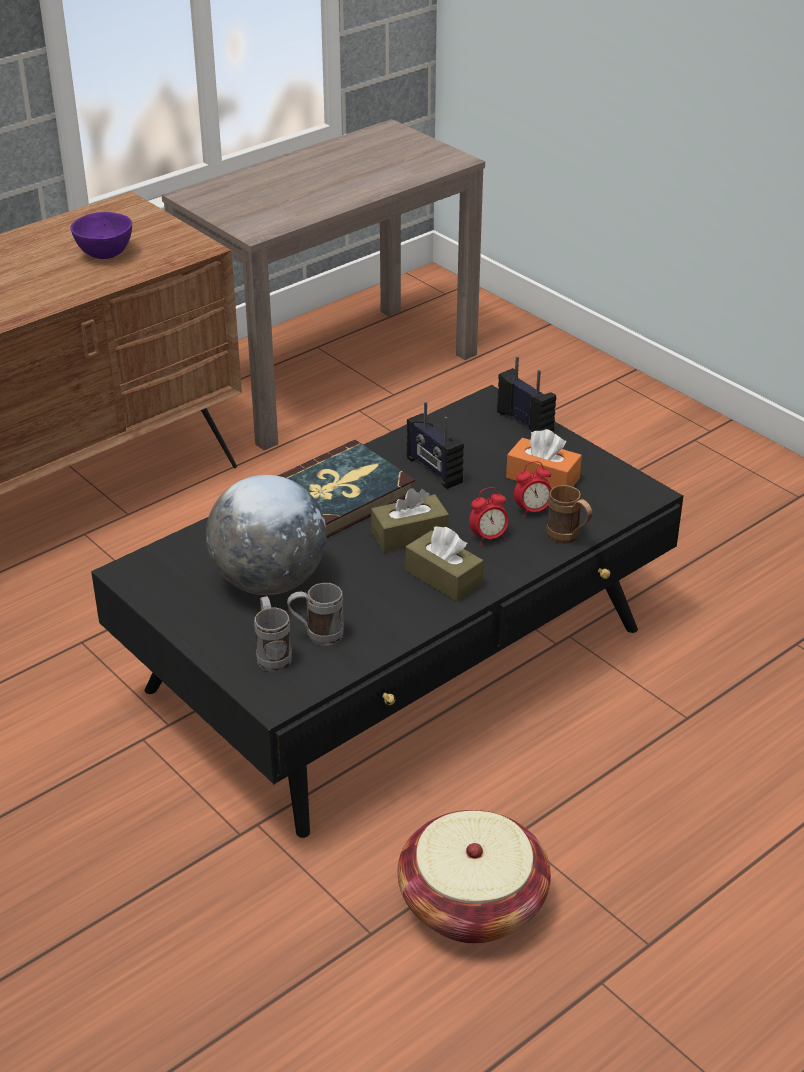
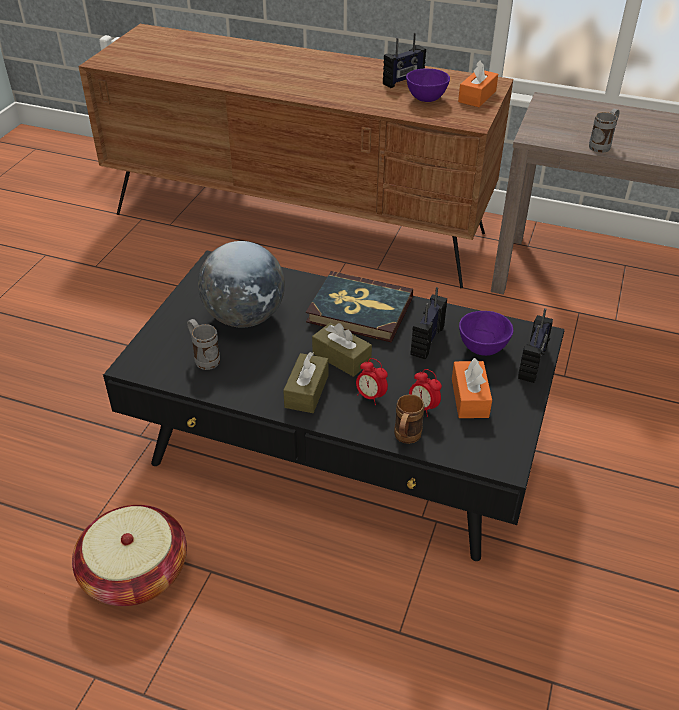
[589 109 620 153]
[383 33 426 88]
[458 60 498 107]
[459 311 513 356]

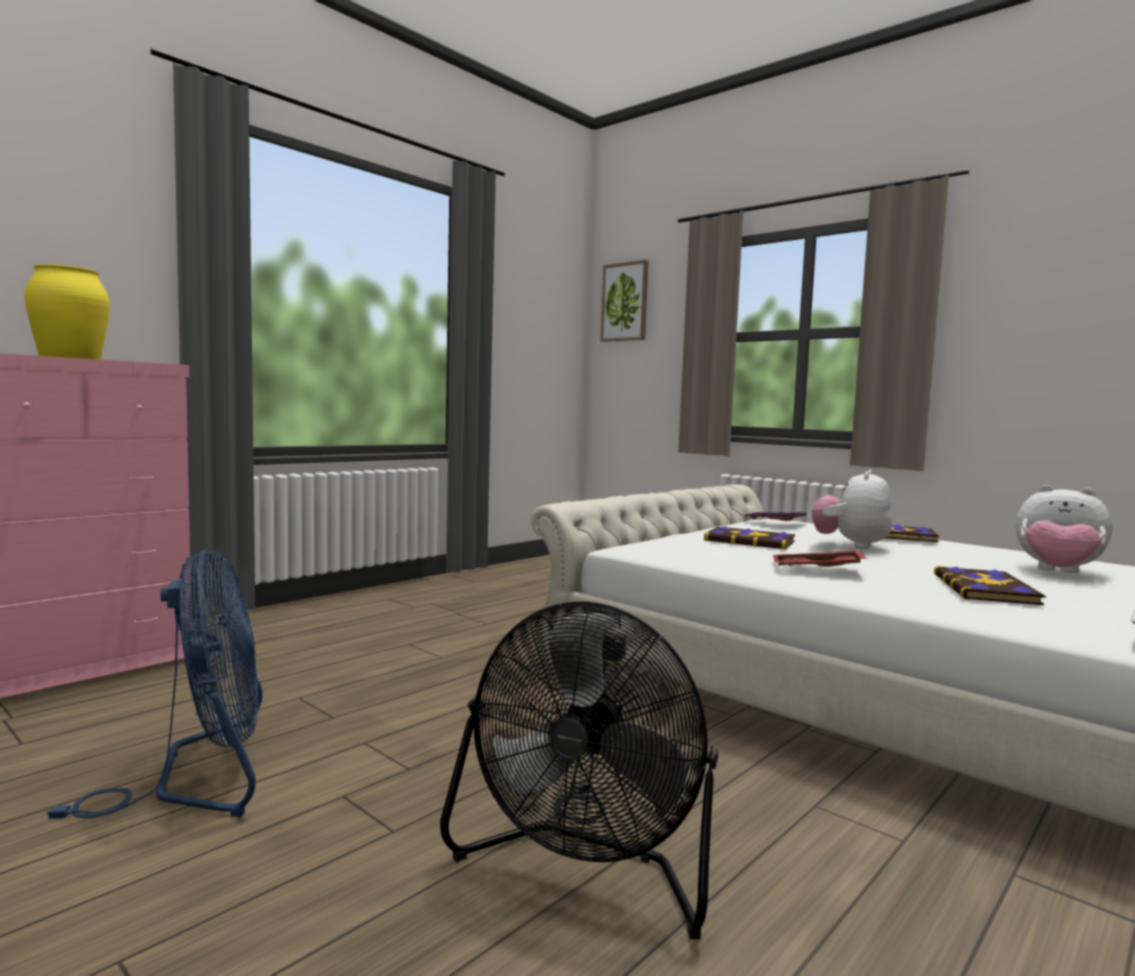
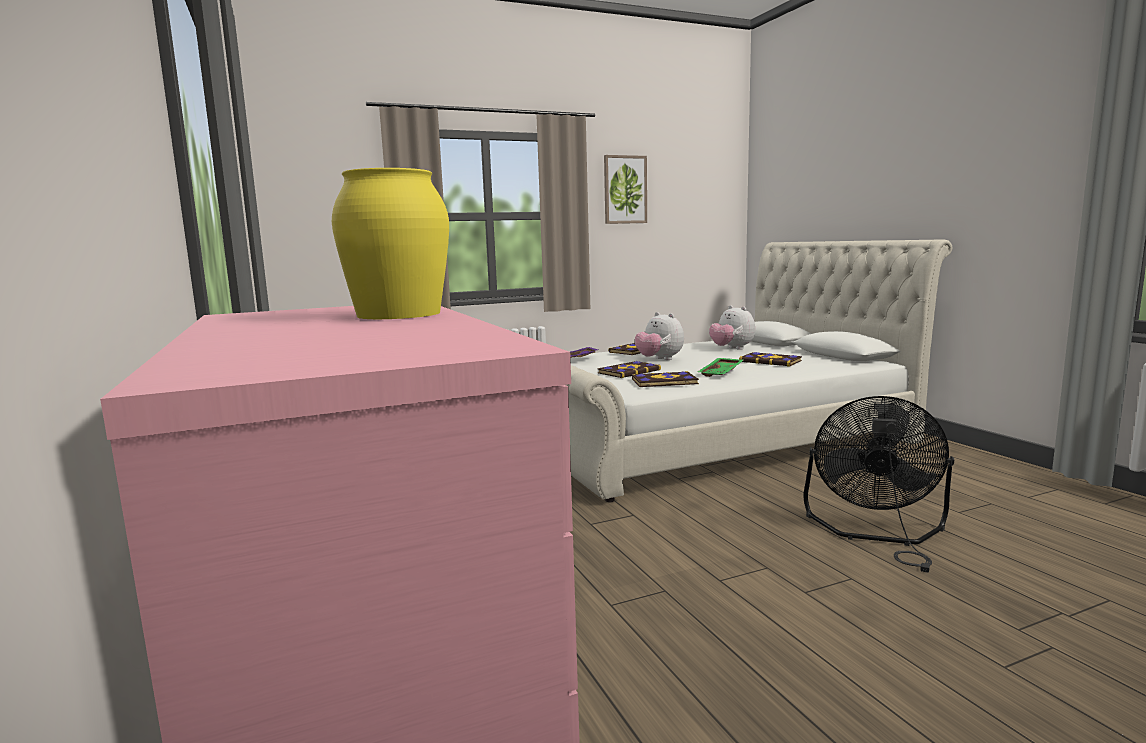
[45 550 263 818] (first image)
[803 396 954 573]
[604 155 647 224]
[698 358 743 377]
[709 305 755 350]
[632 371 699 387]

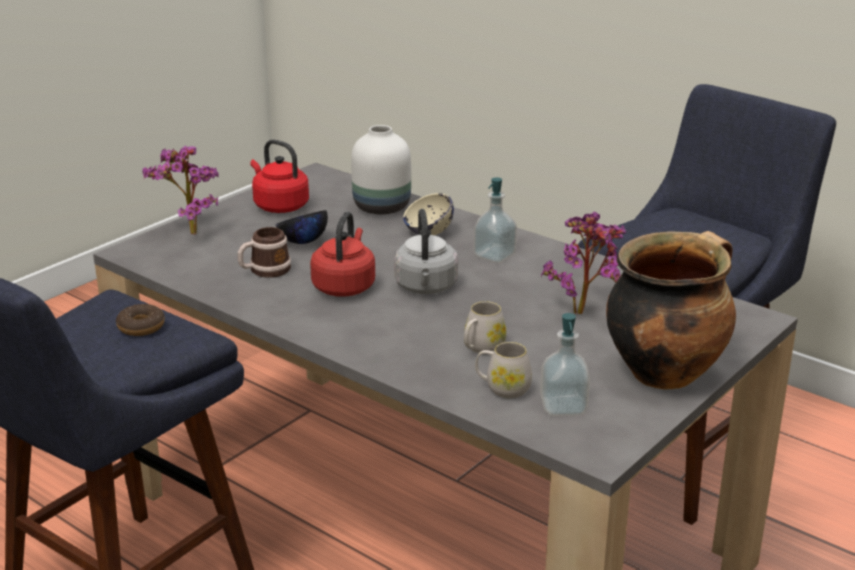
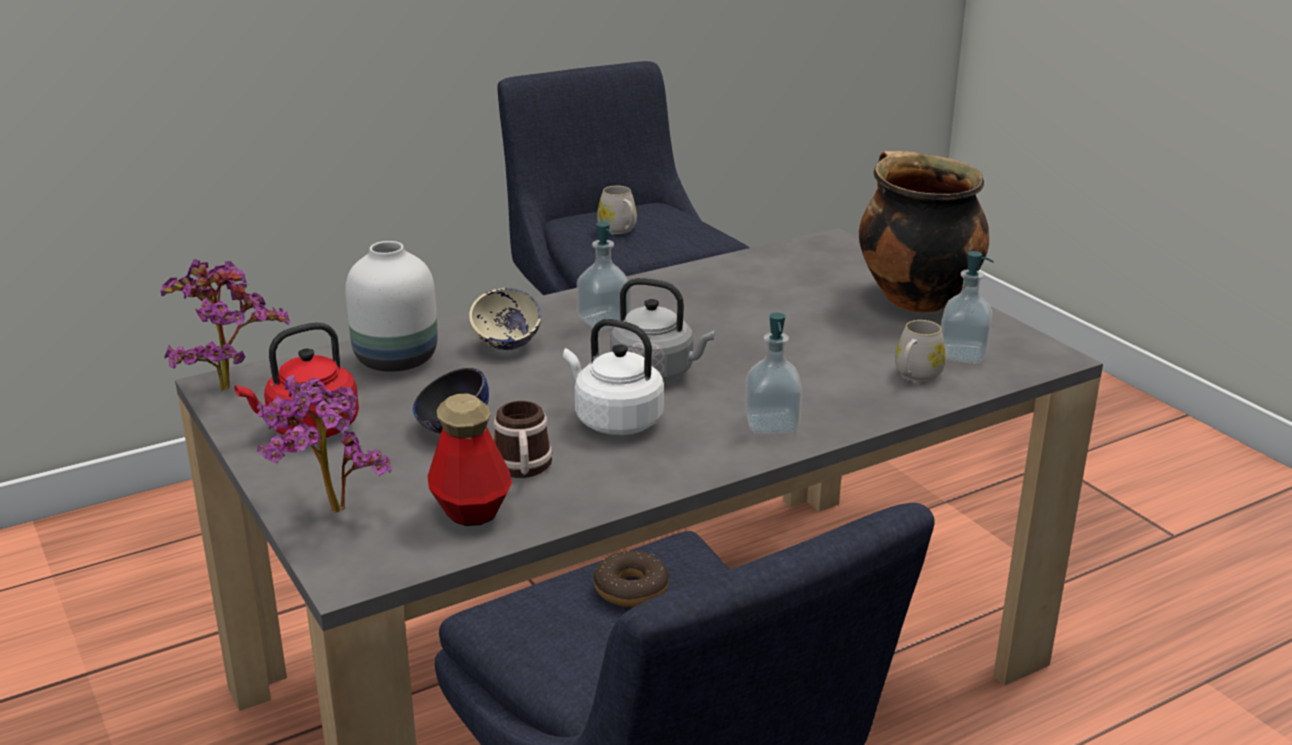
[563 319 664 435]
[597 186 637 234]
[161 259 290 392]
[427 393 512 526]
[745 313 802 435]

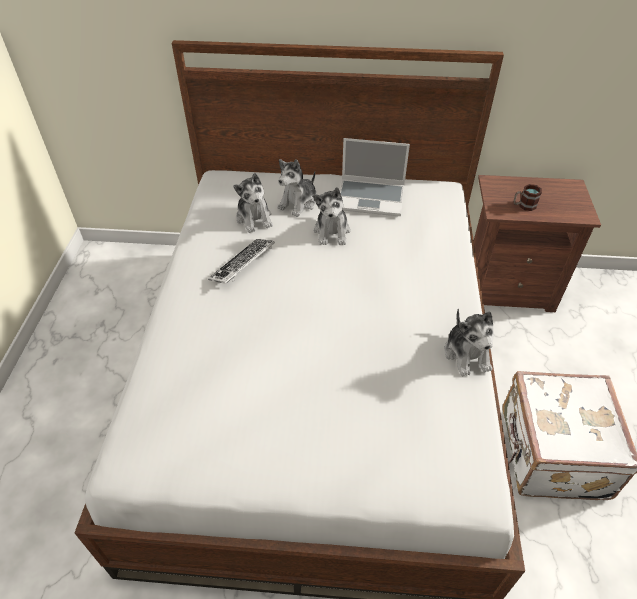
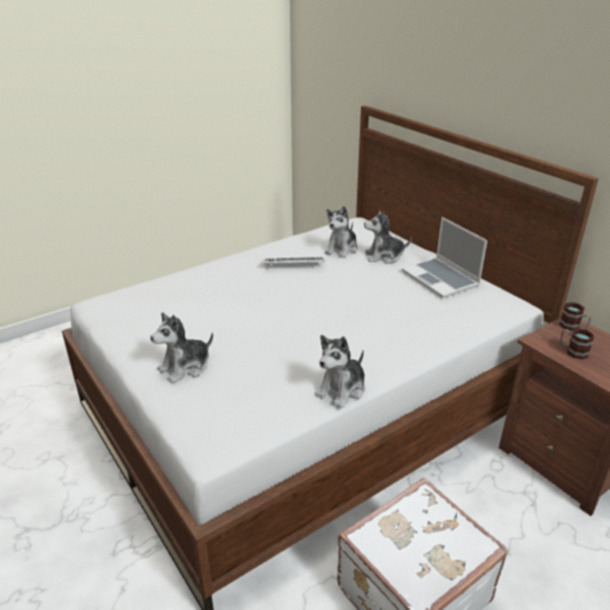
[150 312 213 383]
[559 302 591 331]

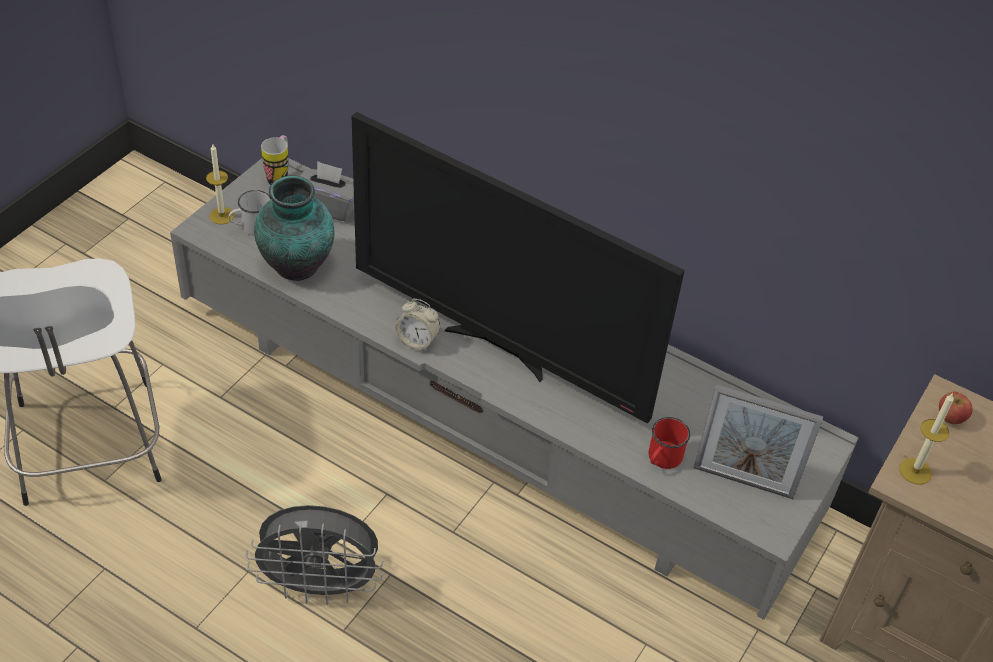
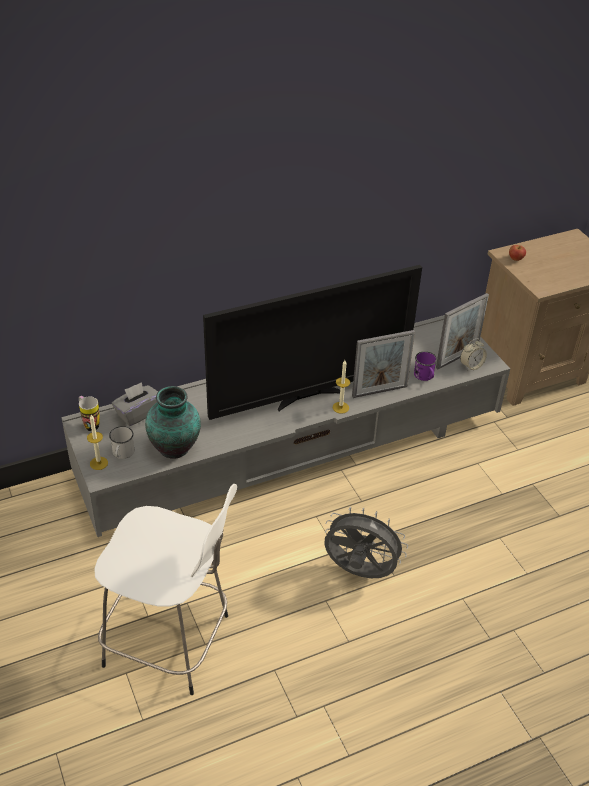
[324 507 408 578]
[460 338 487 371]
[414 351 437 381]
[333 360 350 414]
[352 330 415 398]

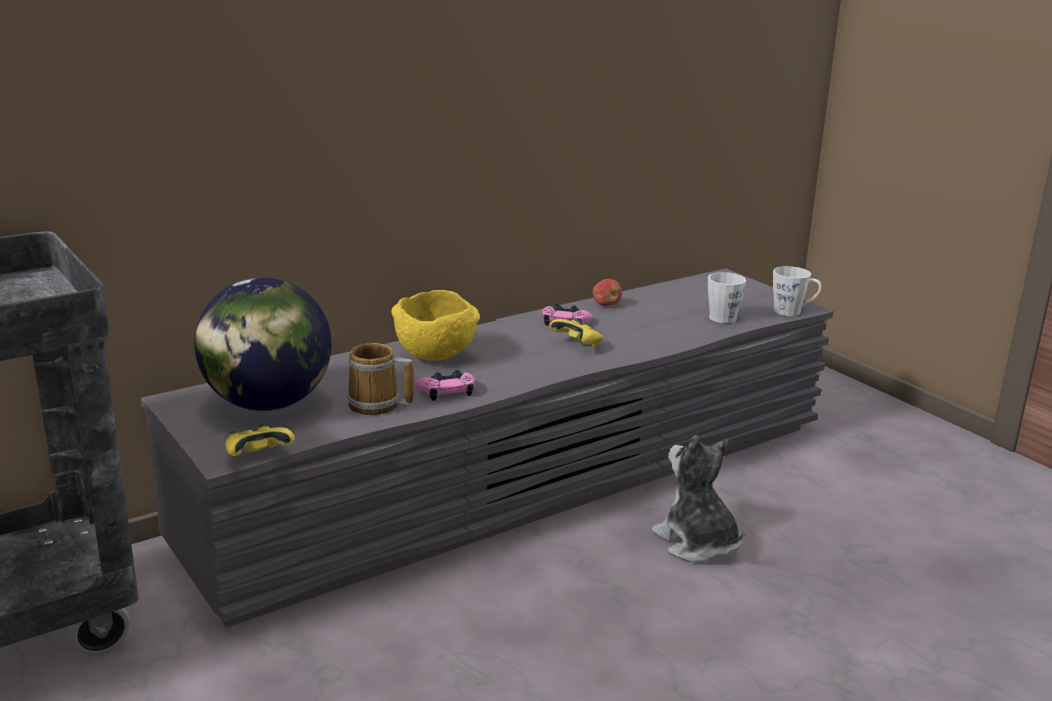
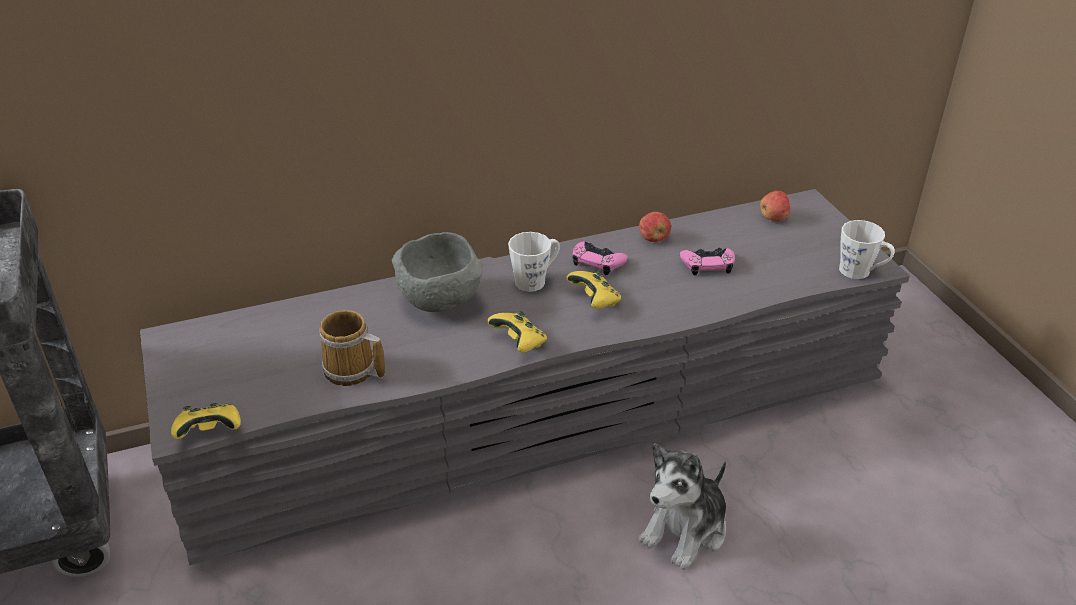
[195 277 332 411] (first image)
[392 232 483 312]
[680 248 735 275]
[638 443 726 570]
[508 232 560 292]
[487 311 547 353]
[760 191 791 221]

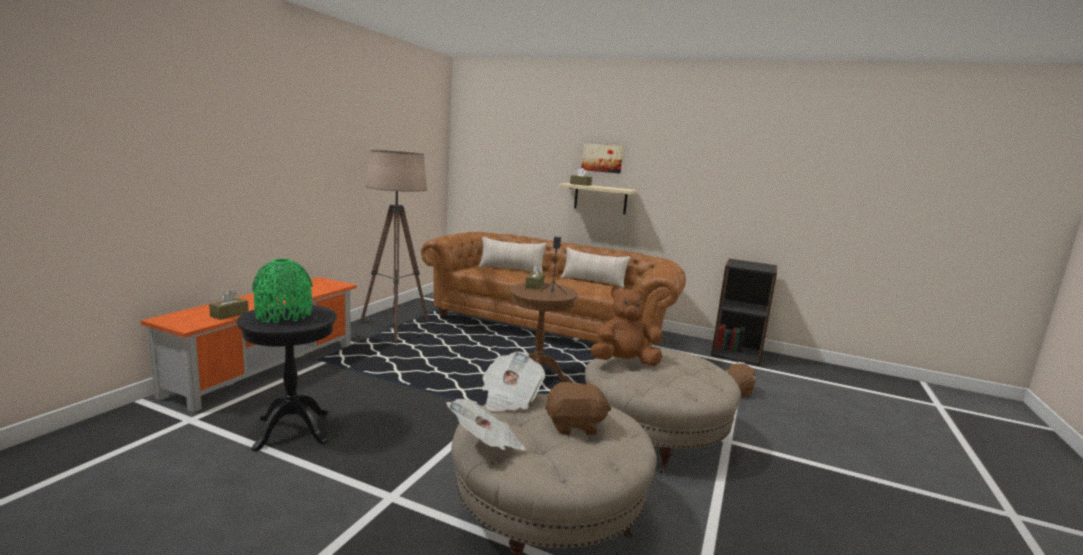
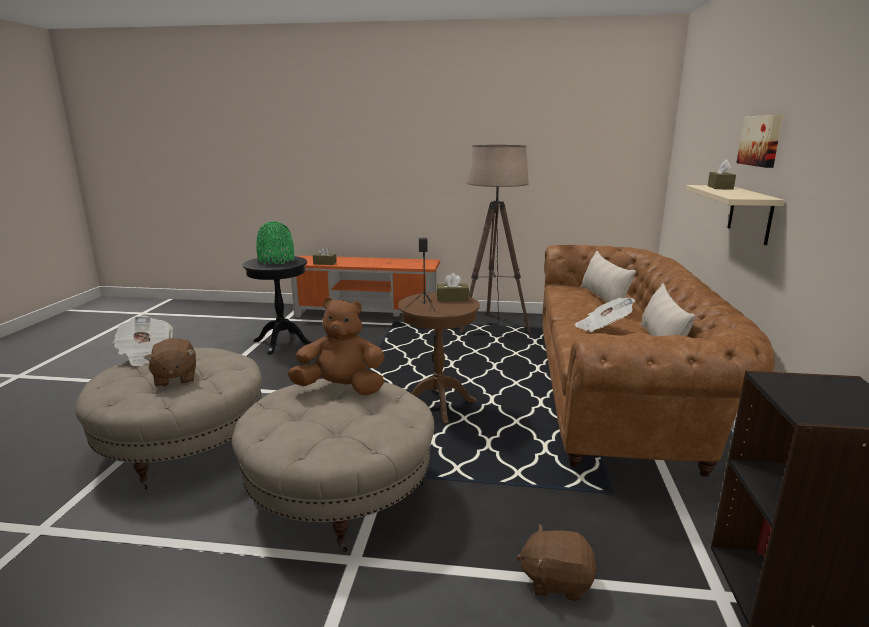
[575 298 636 332]
[288 297 385 395]

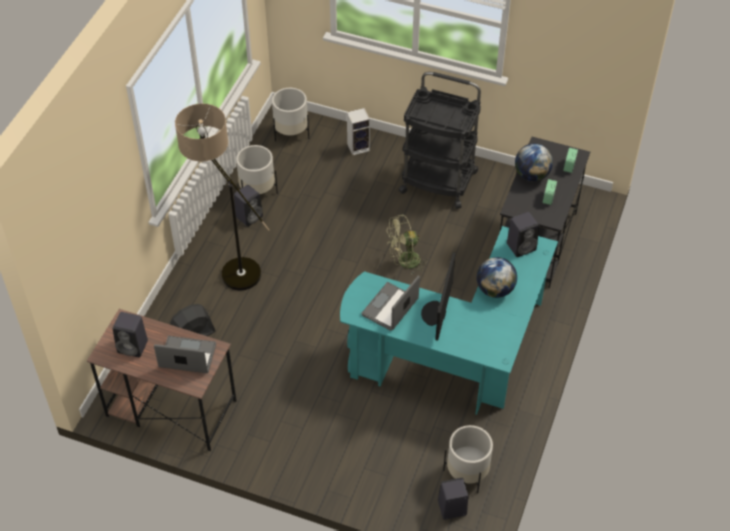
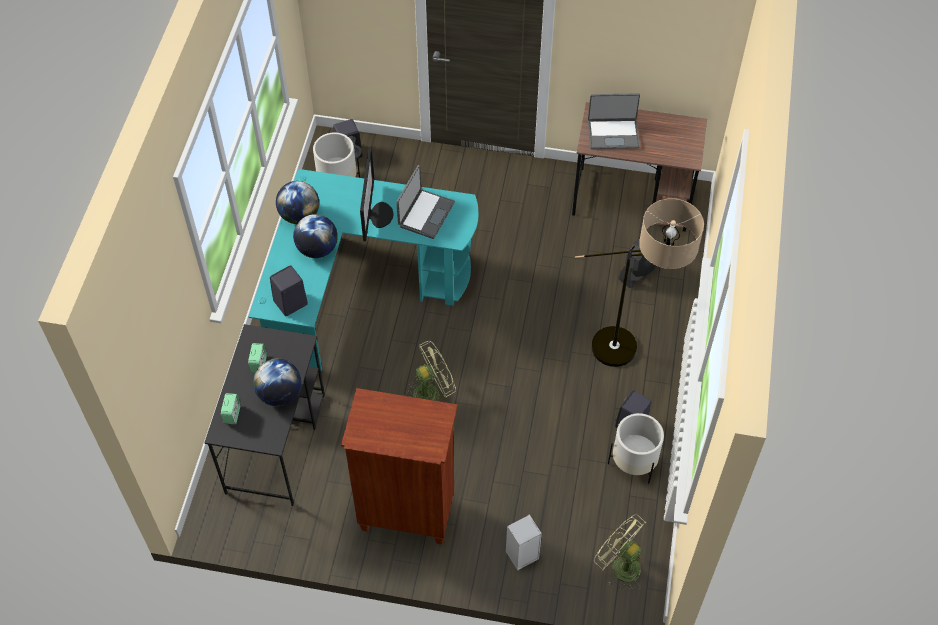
[113 312 148 357] (first image)
[594 514 646 591]
[341 388 457 544]
[276 181 319 224]

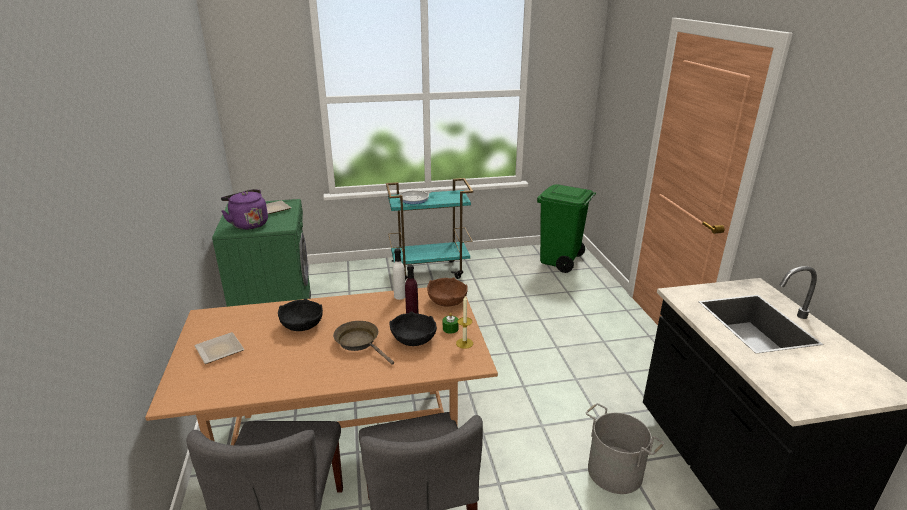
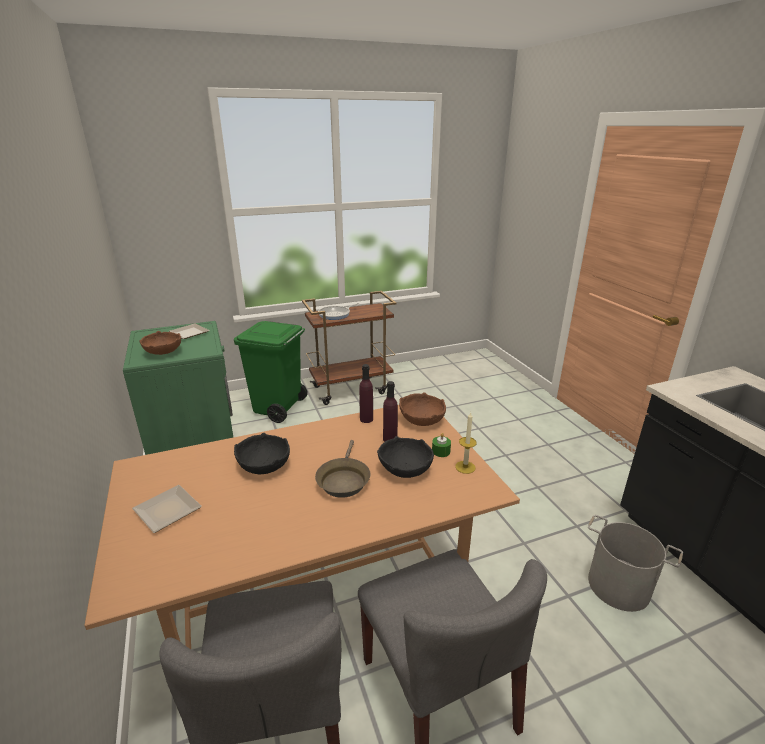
[139 331 181 355]
[315 440 371 498]
[302 291 396 405]
[359 364 373 423]
[234 321 308 423]

